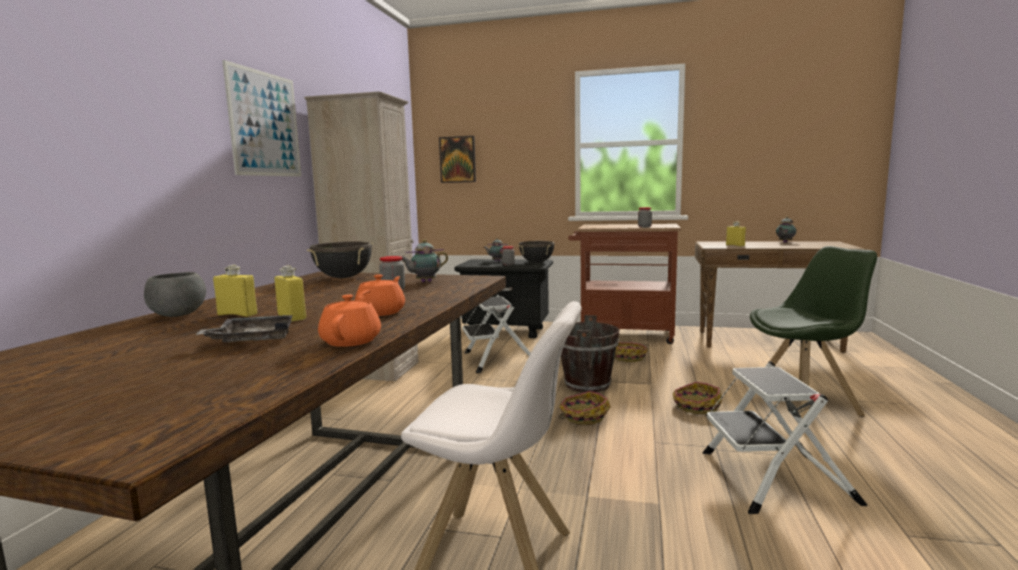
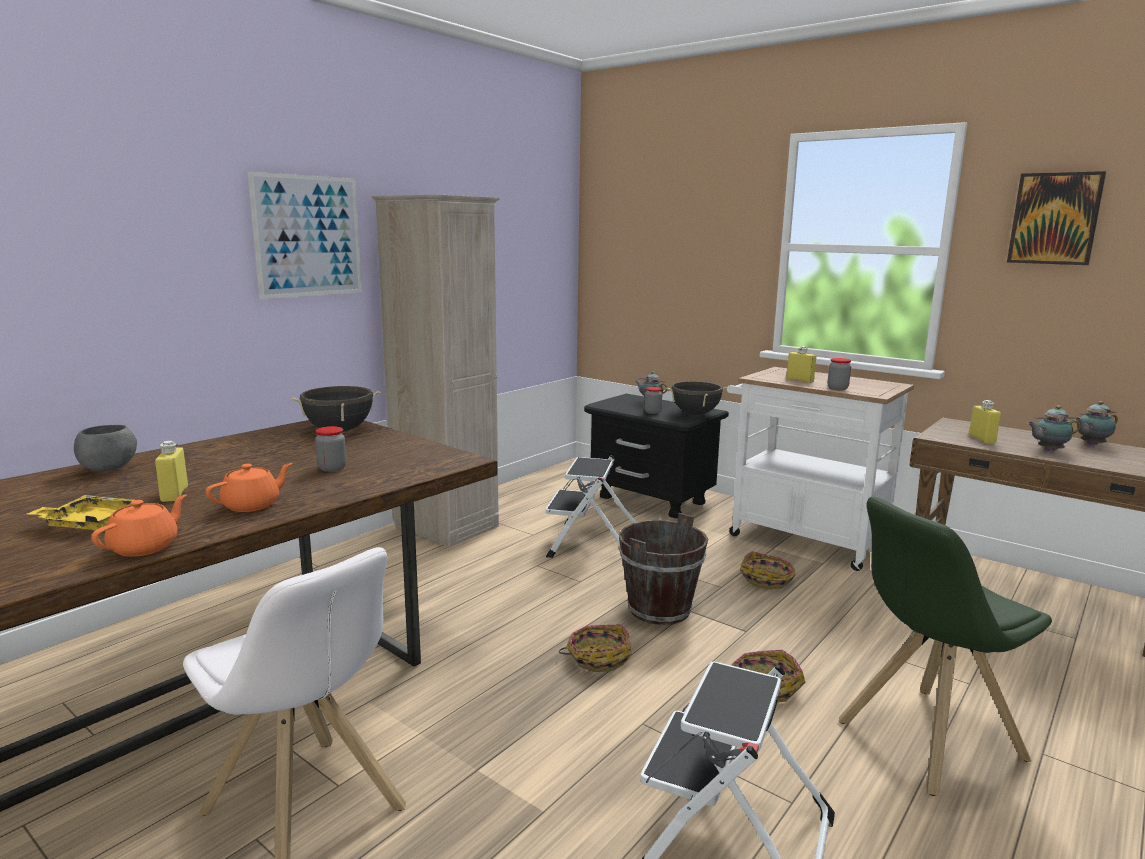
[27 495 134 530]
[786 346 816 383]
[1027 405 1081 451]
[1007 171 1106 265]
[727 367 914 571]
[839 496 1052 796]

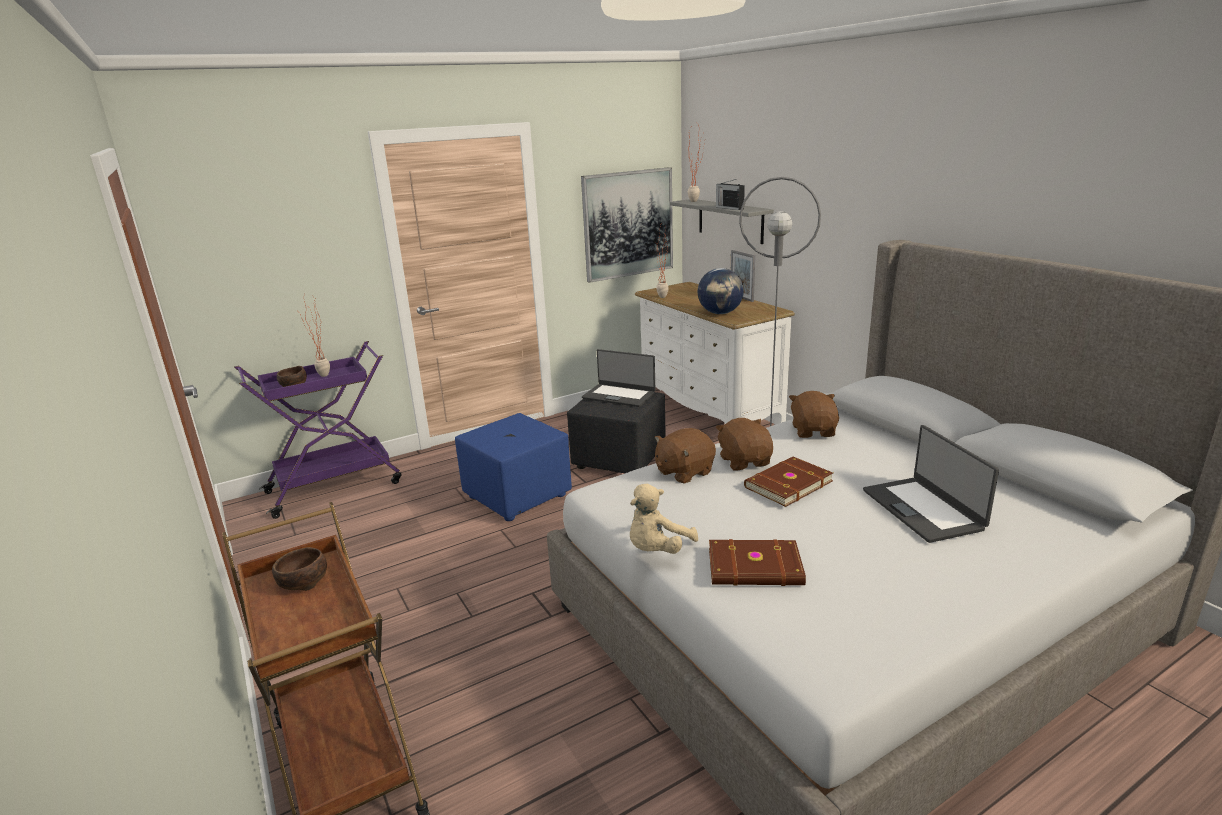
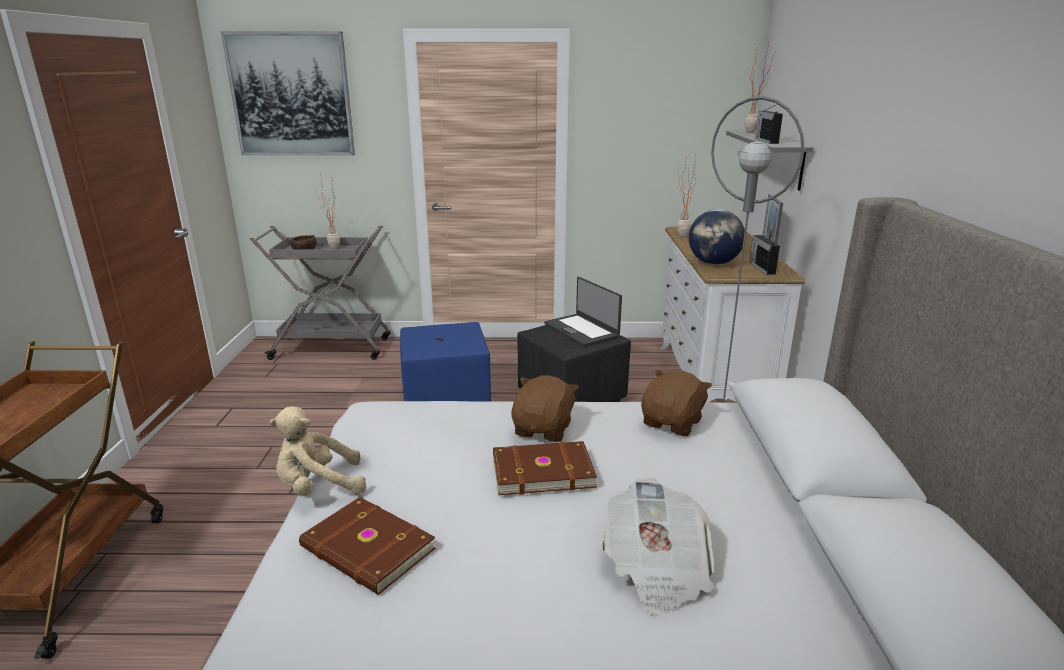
[249 226 391 360]
[272 547 327 591] (first image)
[221 32 355 155]
[655 428 716 484] (first image)
[601 478 714 616]
[750 235 780 275]

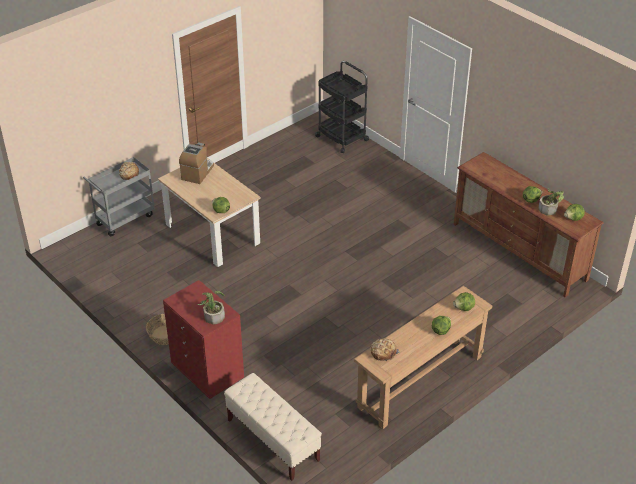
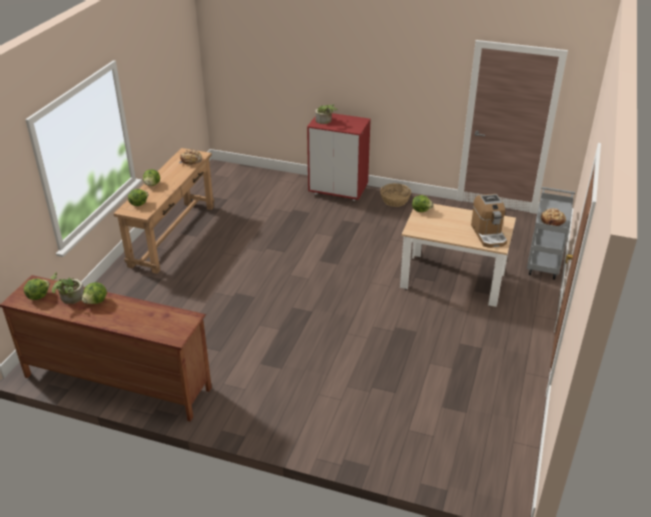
[224 373 322 481] (first image)
[315 61 369 153] (first image)

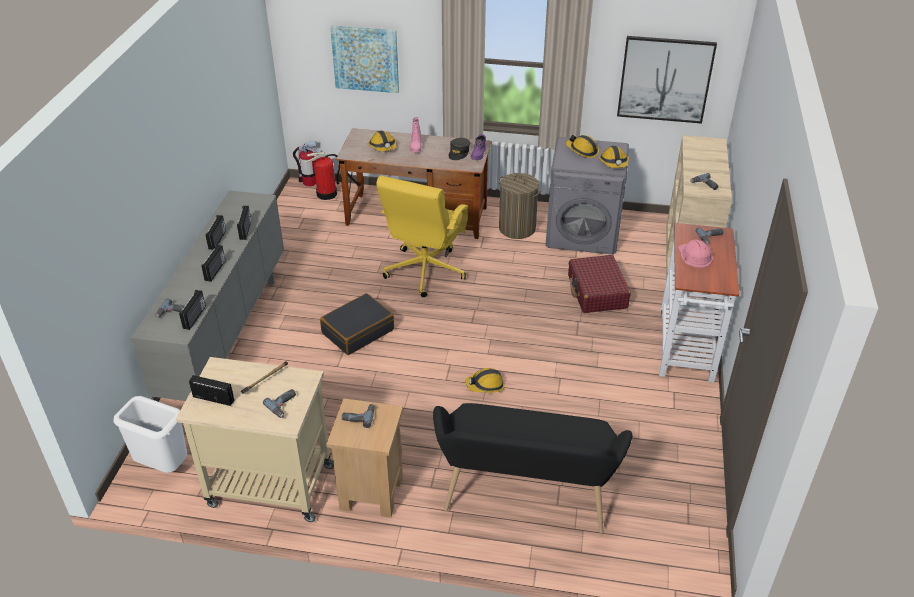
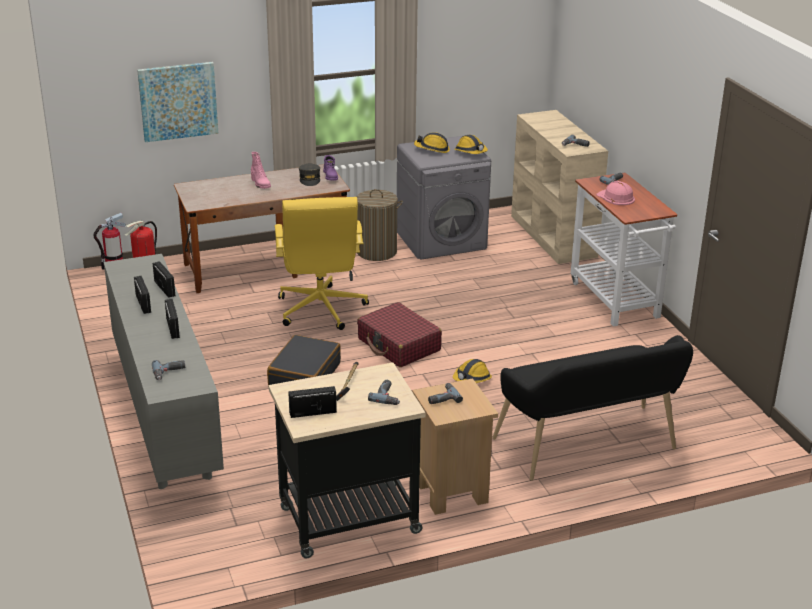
[113 396 187 473] (first image)
[268 363 425 558]
[179 290 206 330] (first image)
[368 131 396 151] (first image)
[357 302 442 367]
[617 36 717 124] (first image)

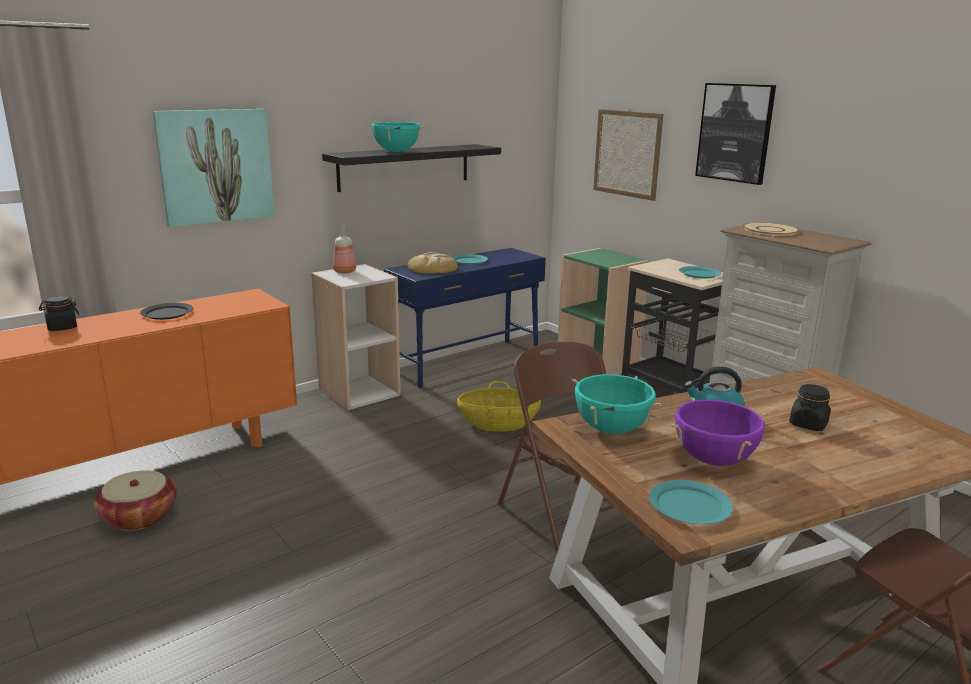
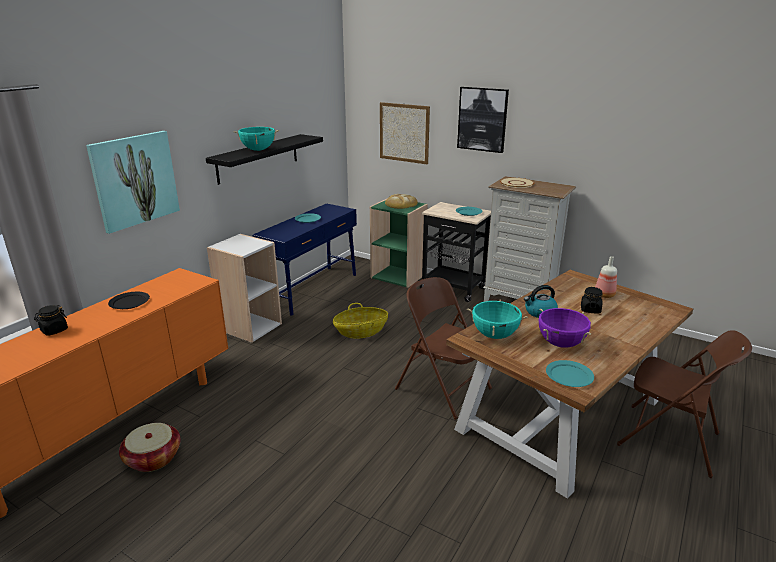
[595 256 617 298]
[385 194 418 209]

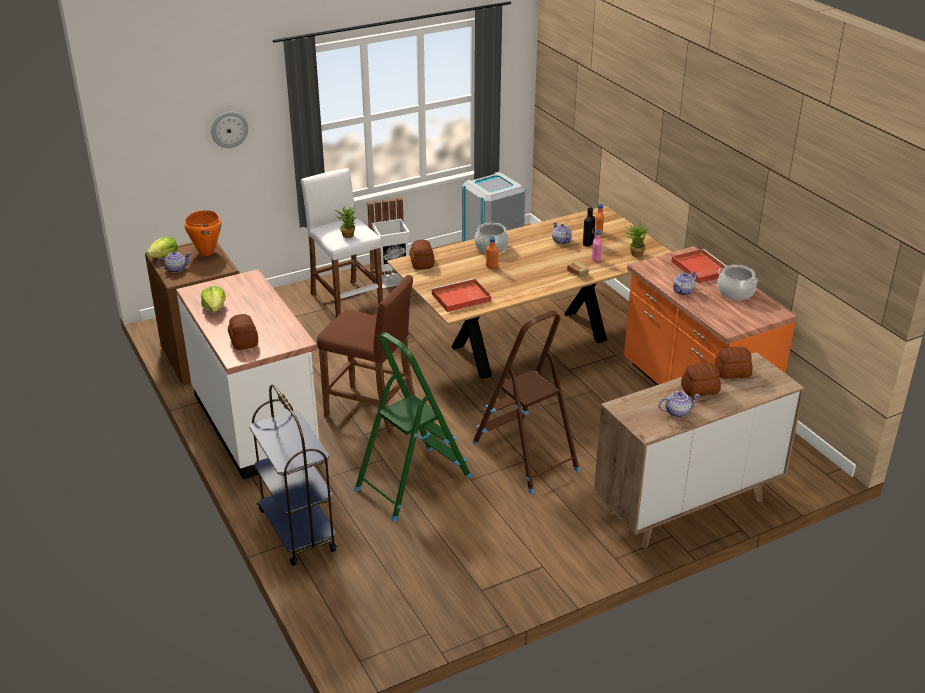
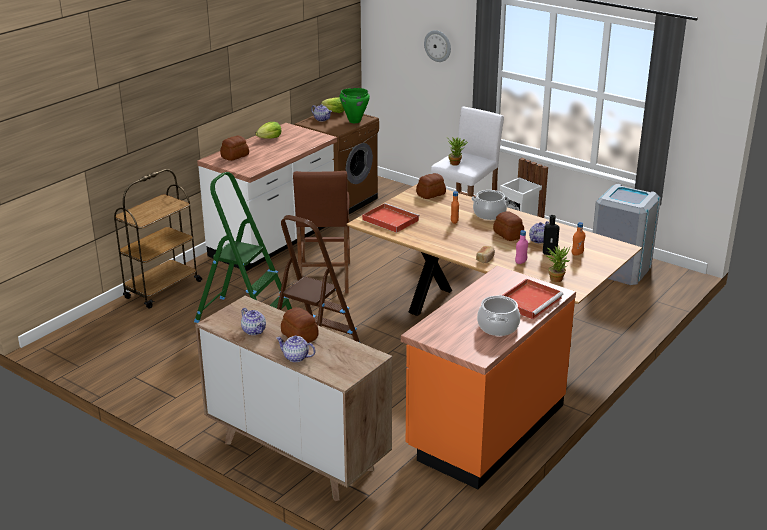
[340 88 370 123]
[114 169 202 309]
[276 335 315 362]
[493 211 524 241]

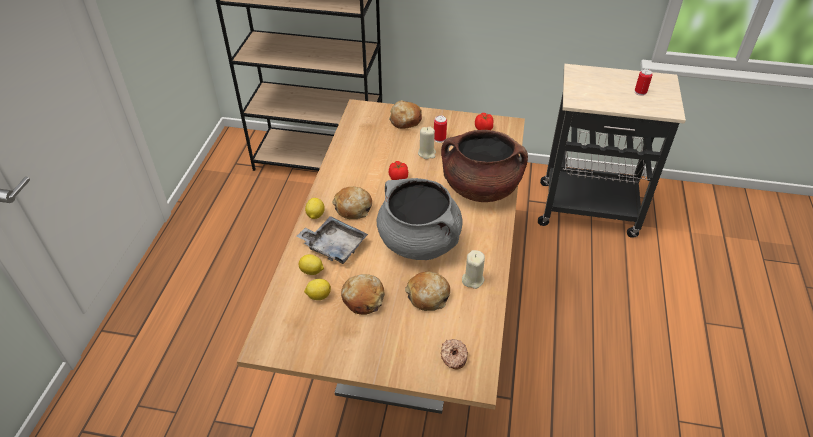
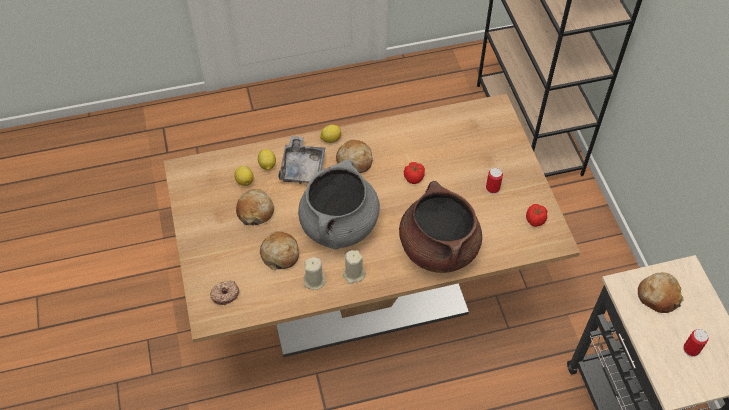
[638 273 683 313]
[343 250 366 284]

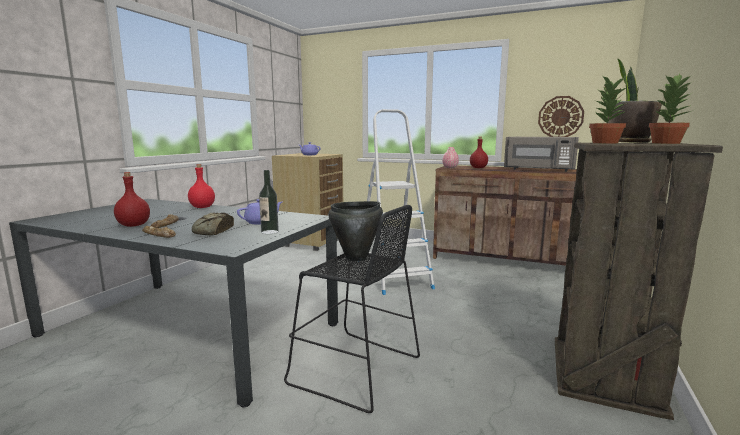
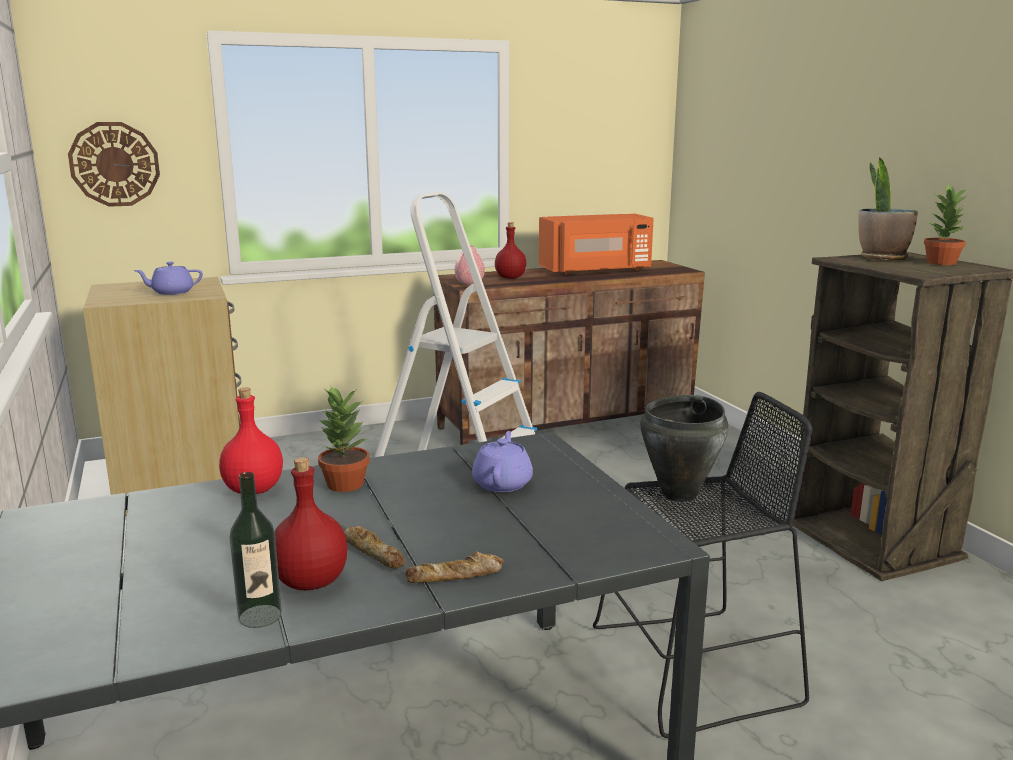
[192 213 234 235] (first image)
[229 472 282 628]
[539 214 654 275]
[68 122 160 207]
[318 386 370 492]

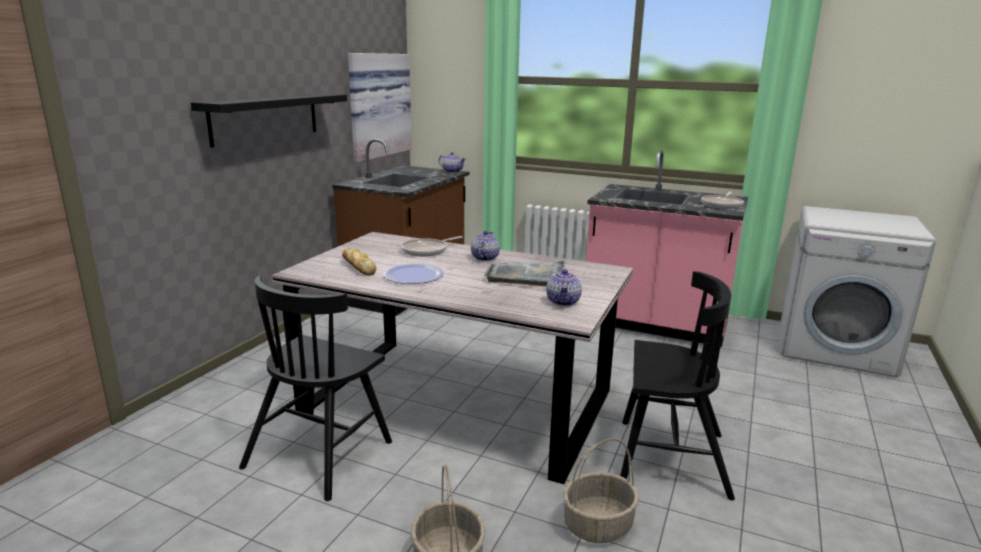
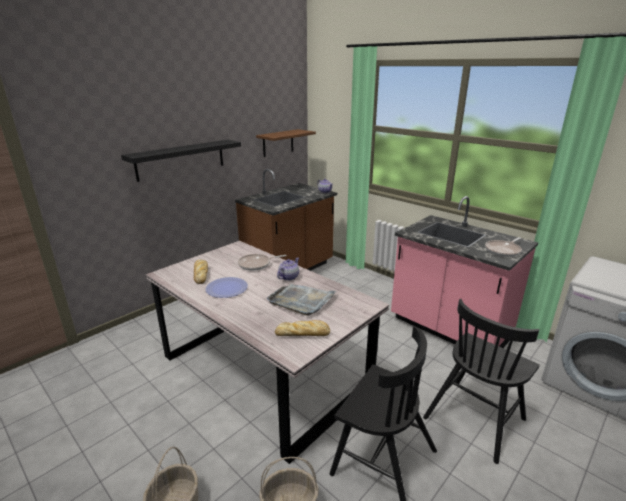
[423 299 540 464]
[256 129 316 157]
[275 320 330 336]

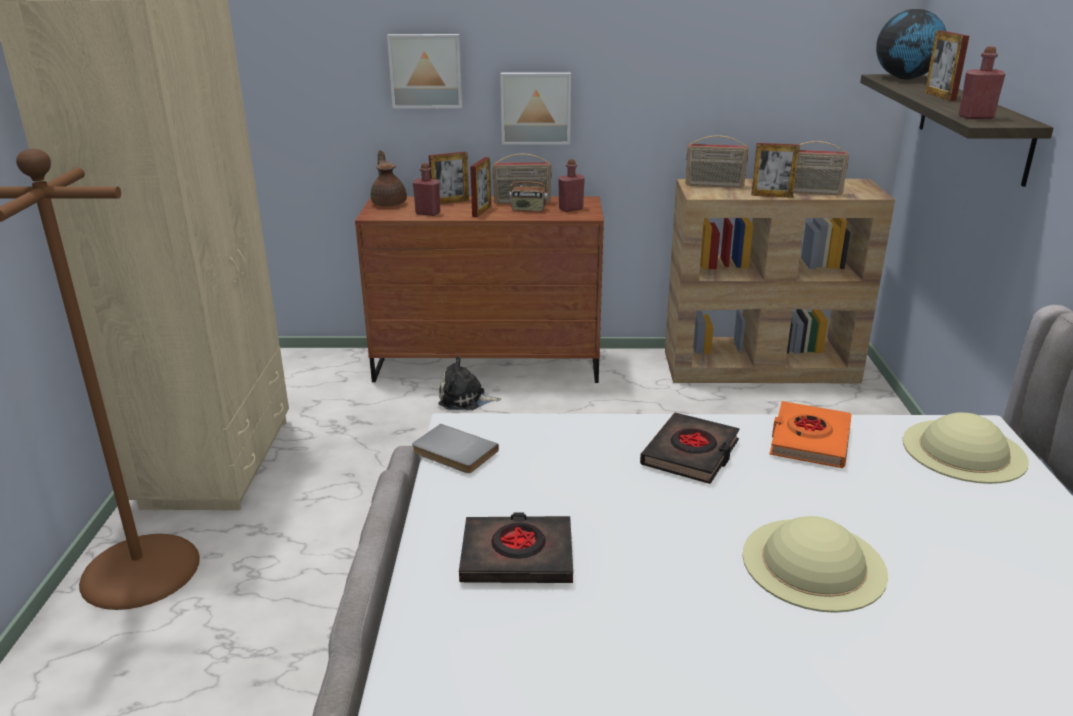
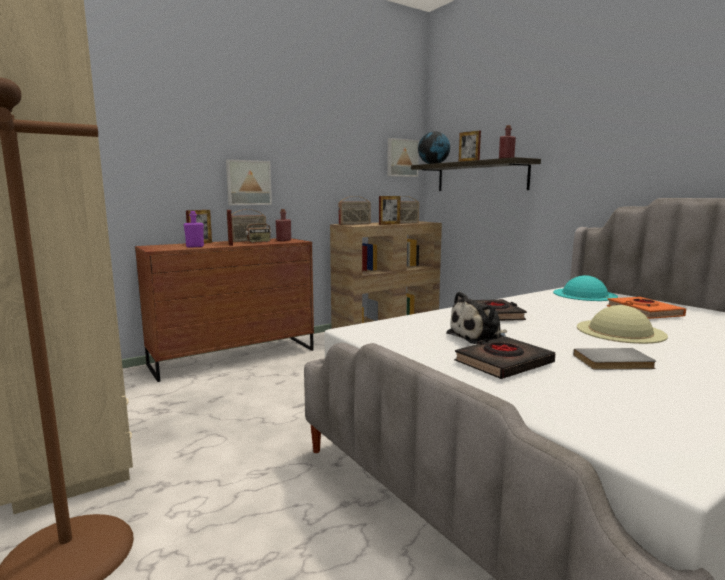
[371 150 407 207] (first image)
[387 138 419 177]
[573 348 656 370]
[184 211 204 248]
[446 292 508 344]
[607 297 686 319]
[553 275 618 301]

